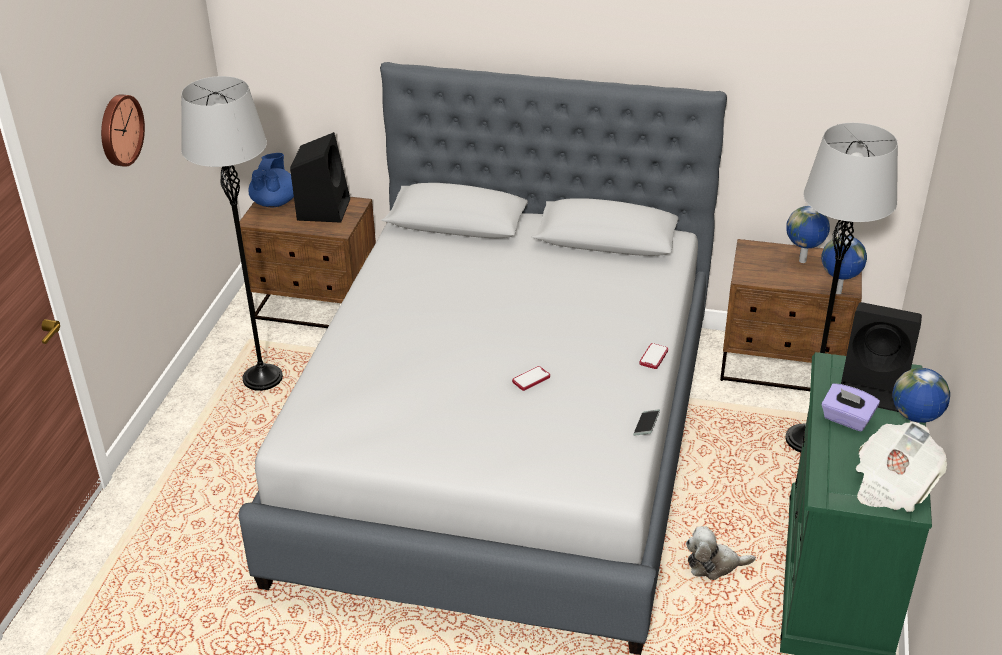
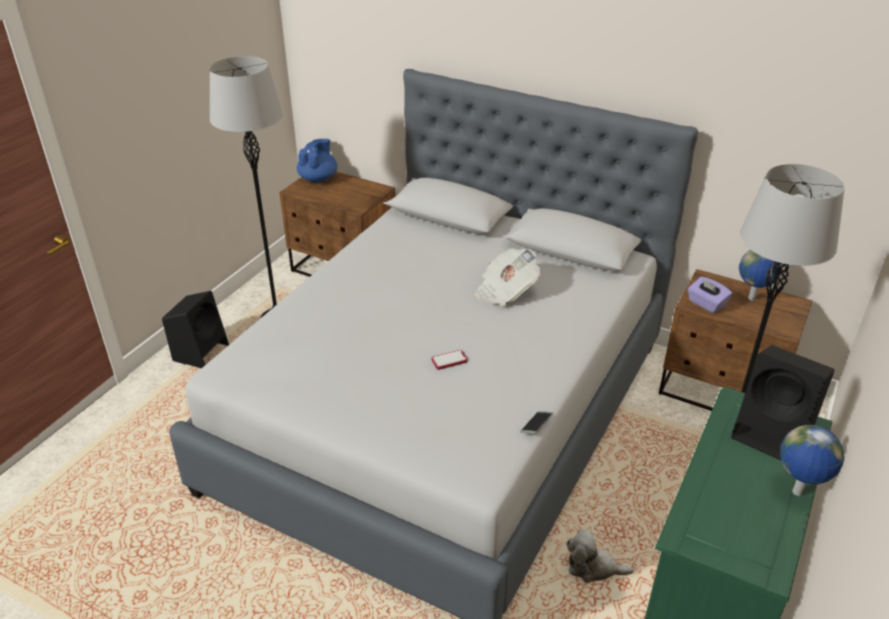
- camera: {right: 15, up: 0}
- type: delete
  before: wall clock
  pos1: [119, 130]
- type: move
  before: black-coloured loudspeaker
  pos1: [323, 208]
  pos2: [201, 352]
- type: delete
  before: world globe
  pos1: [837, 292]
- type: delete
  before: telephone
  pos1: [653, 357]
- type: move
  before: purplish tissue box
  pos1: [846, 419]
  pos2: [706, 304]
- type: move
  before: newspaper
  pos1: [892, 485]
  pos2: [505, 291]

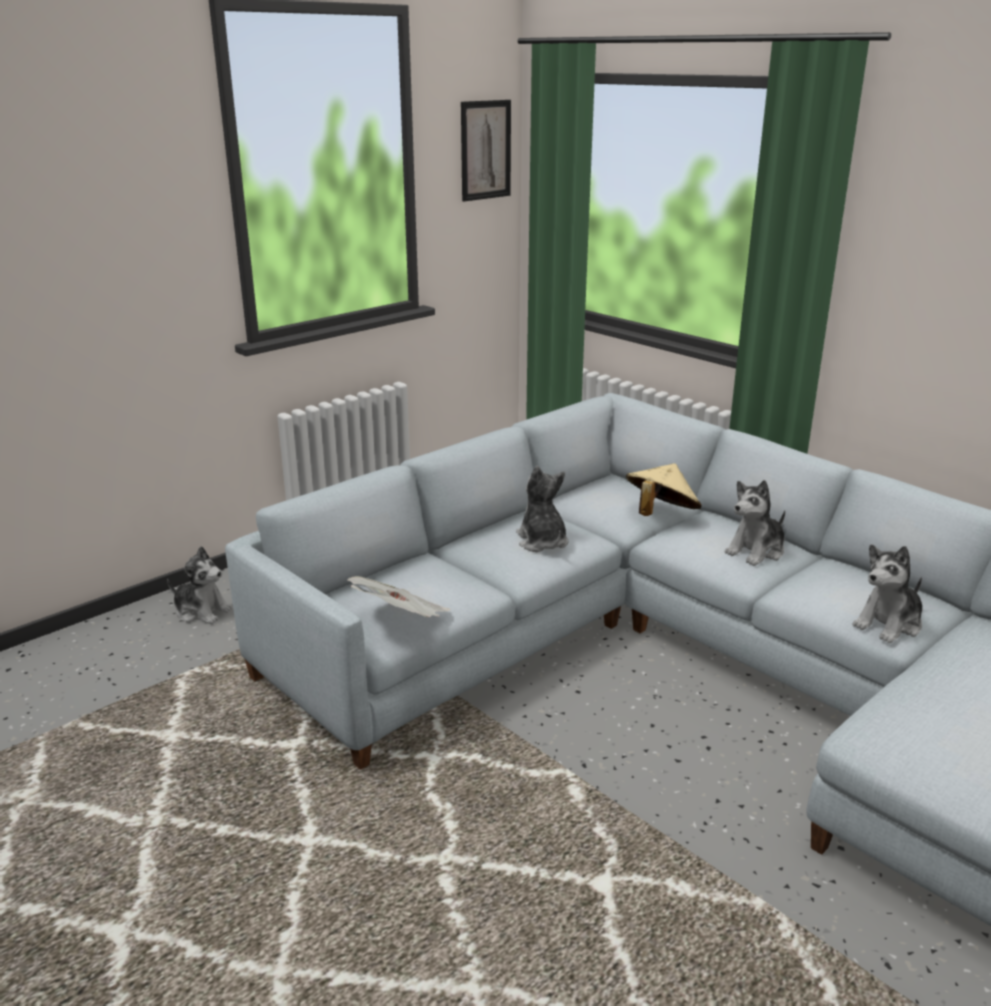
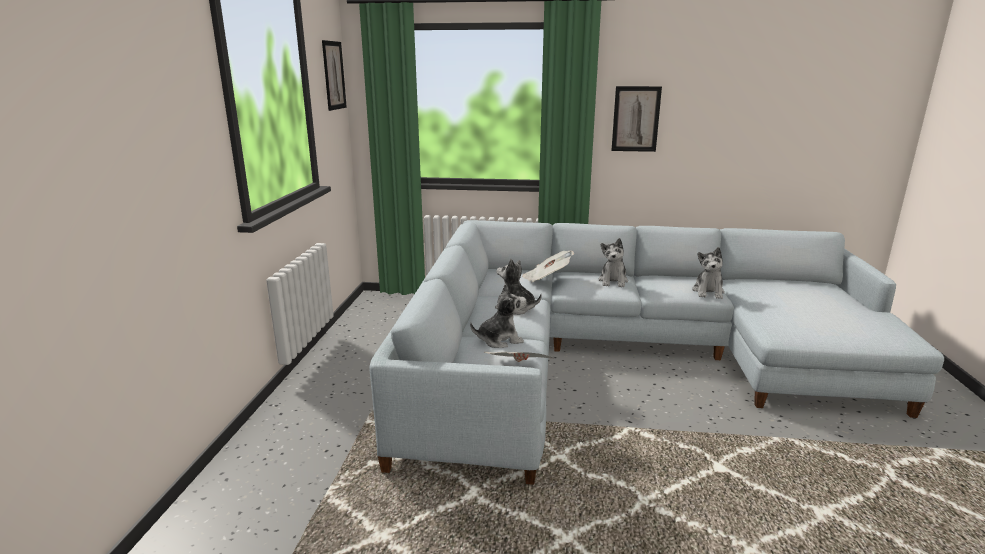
- camera: {right: -40, up: -5}
- type: replace
  before: beige wearable hat
  after: newspaper
  pos1: [660, 514]
  pos2: [546, 278]
- type: move
  before: plush toy
  pos1: [201, 611]
  pos2: [500, 340]
- type: insert
  after: wall art
  pos2: [635, 119]

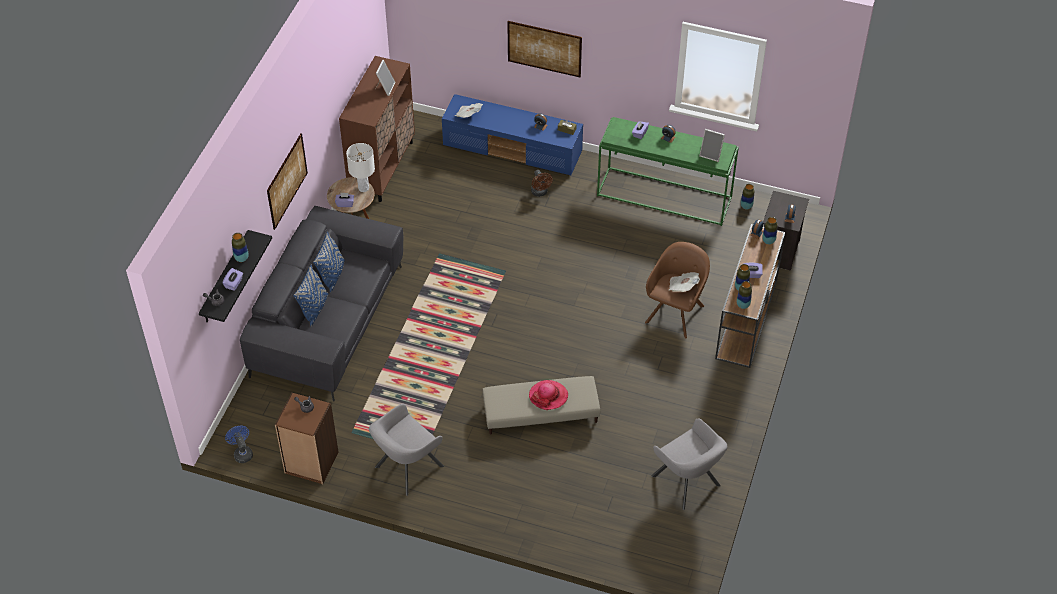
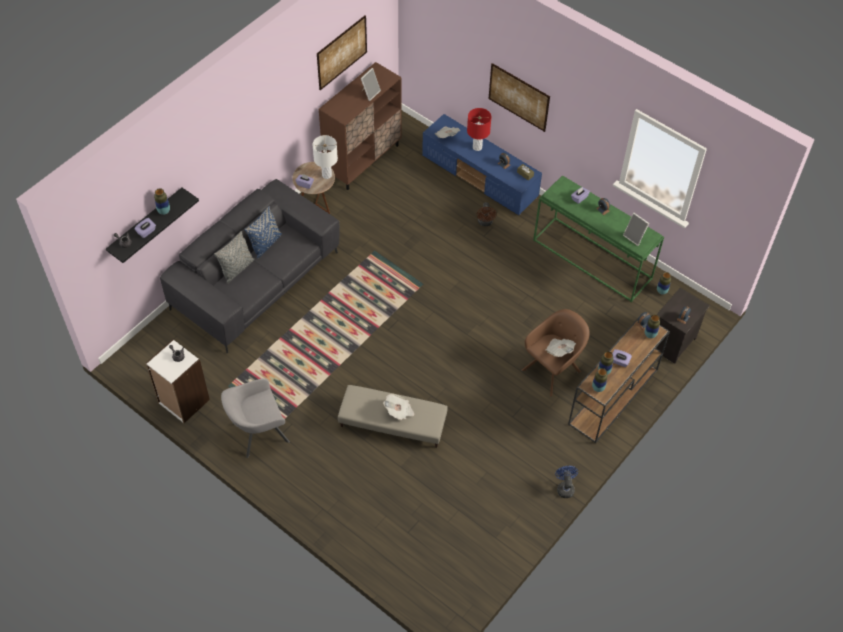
- camera: {right: 20, up: 5}
- type: move
  before: wall art
  pos1: [287, 181]
  pos2: [342, 52]
- type: recolor
  before: blue throw pillow
  after: grey throw pillow
  pos1: [314, 309]
  pos2: [237, 269]
- type: replace
  before: wearable hat
  after: newspaper
  pos1: [548, 396]
  pos2: [399, 411]
- type: recolor
  before: brownish bookshelf
  after: white bookshelf
  pos1: [311, 463]
  pos2: [183, 401]
- type: delete
  before: grey armchair
  pos1: [688, 483]
- type: move
  before: blue electric fan
  pos1: [242, 453]
  pos2: [565, 487]
- type: insert
  after: red lamp for a table
  pos2: [477, 147]

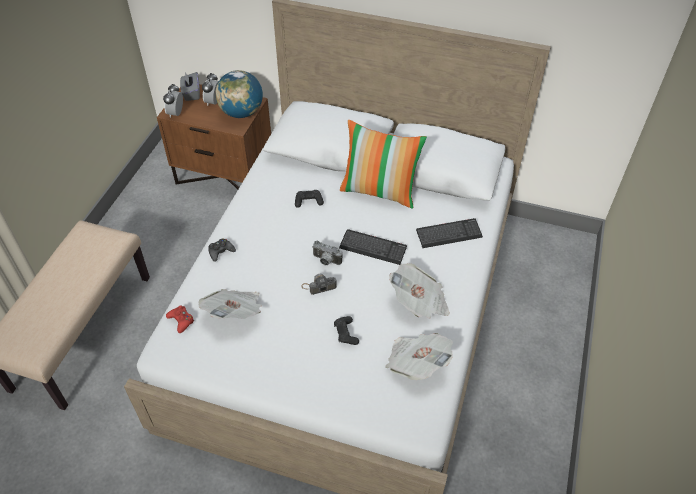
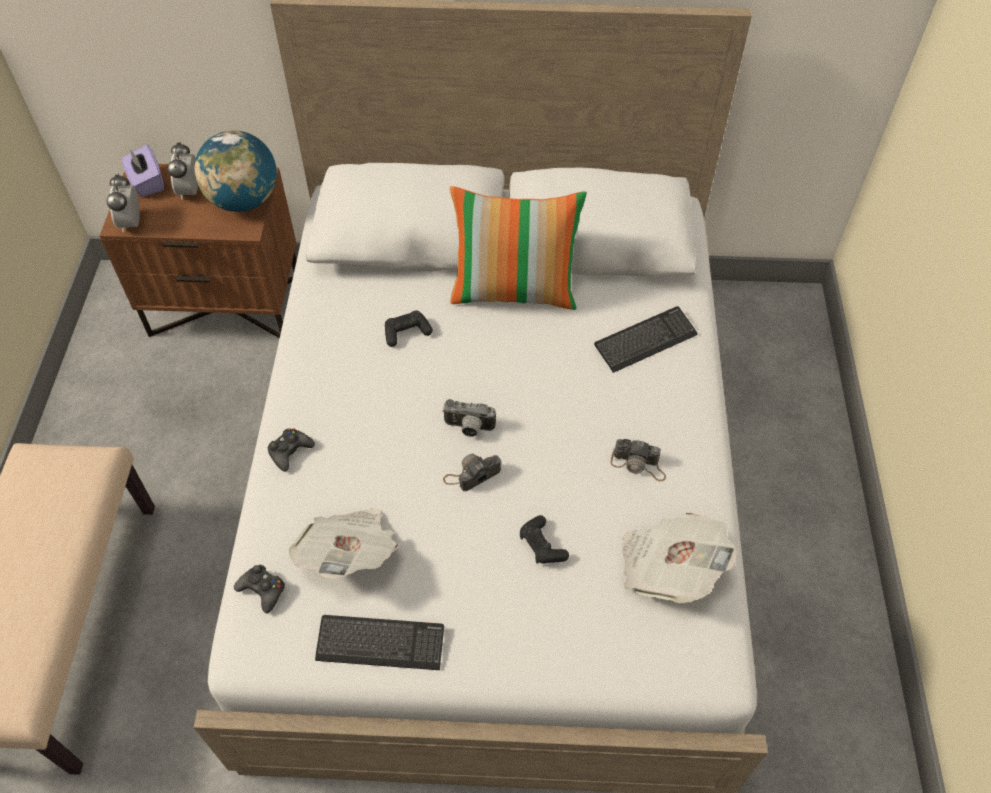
- camera: {right: -15, up: 5}
- type: recolor
  before: grey tissue box
  after: purplish tissue box
  pos1: [191, 93]
  pos2: [147, 183]
- type: move
  before: computer keyboard
  pos1: [373, 248]
  pos2: [380, 643]
- type: replace
  before: newspaper
  after: photo camera
  pos1: [419, 302]
  pos2: [638, 465]
- type: recolor
  before: red game controller
  after: black-coloured game controller
  pos1: [181, 321]
  pos2: [263, 590]

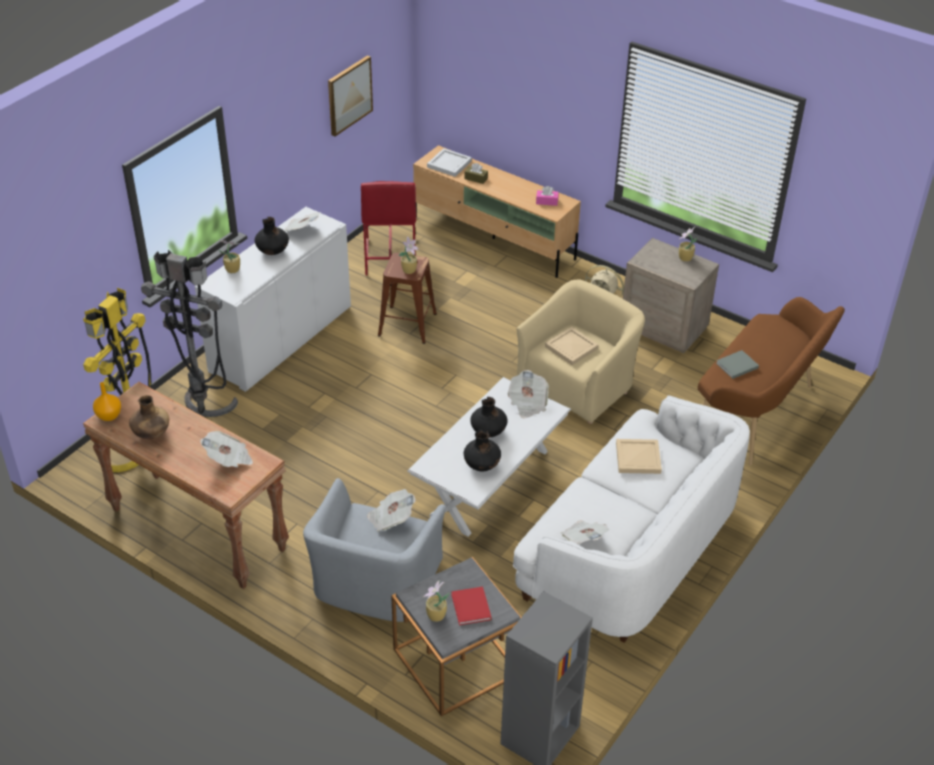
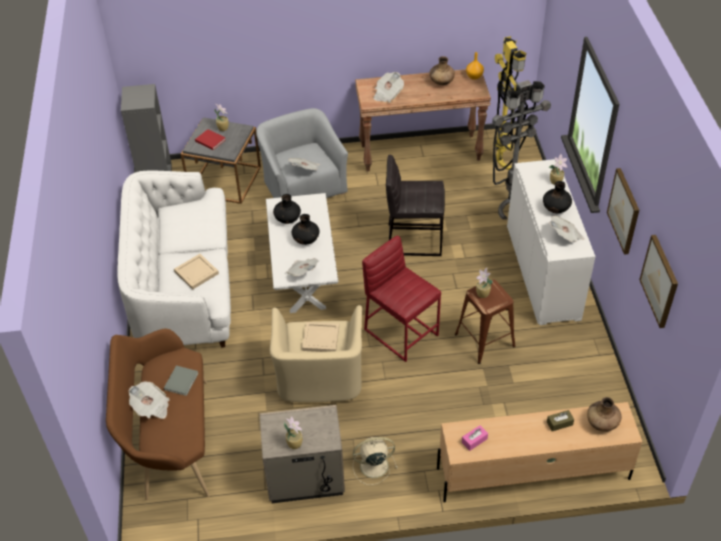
- camera: {right: 140, up: 5}
- type: replace
  before: white serving tray
  after: brownish flower vase
  pos1: [448, 164]
  pos2: [602, 423]
- type: move
  before: red stool seat
  pos1: [389, 257]
  pos2: [401, 331]
- type: move
  before: newspaper
  pos1: [583, 539]
  pos2: [151, 407]
- type: insert
  after: grey stool seat
  pos2: [414, 239]
- type: insert
  after: wall art
  pos2: [624, 211]

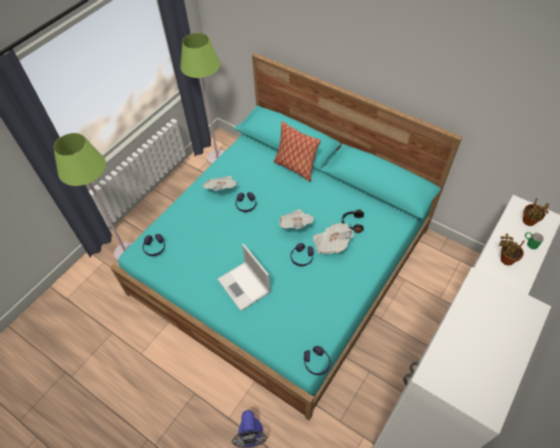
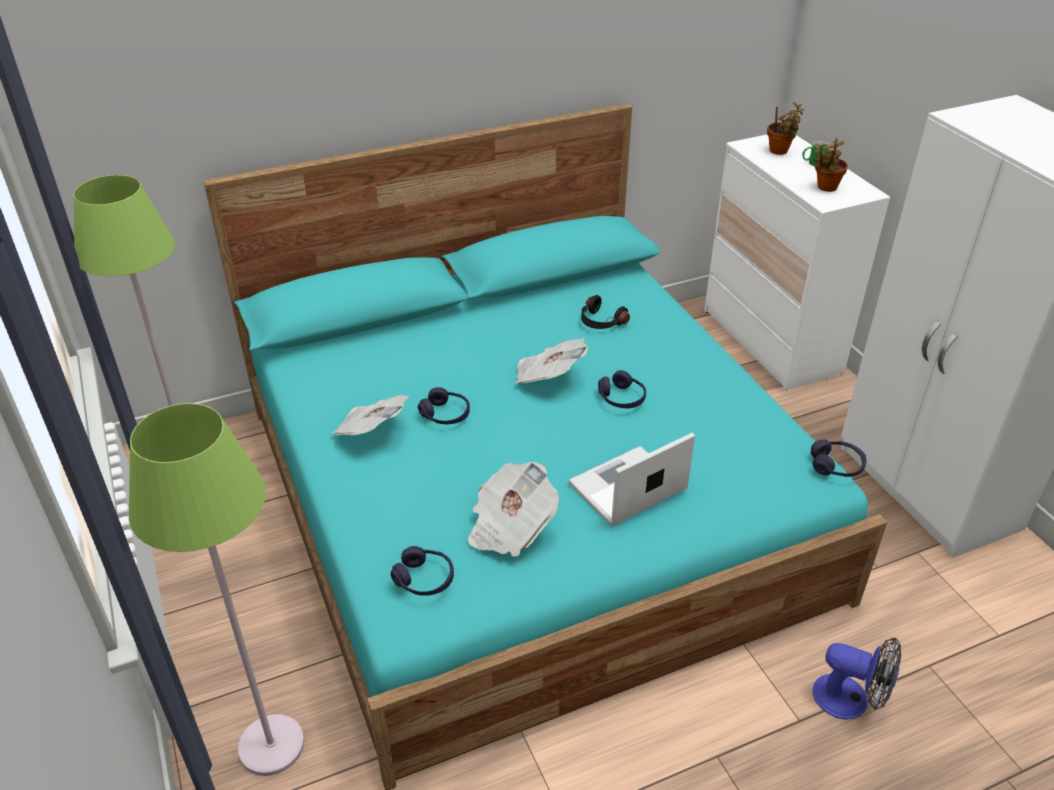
- camera: {right: -60, up: -15}
- type: delete
  before: throw pillow
  pos1: [295, 167]
- type: move
  before: newspaper
  pos1: [331, 244]
  pos2: [510, 526]
- type: rotate
  before: notebook computer
  pos1: [244, 286]
  pos2: [626, 488]
  turn: 150

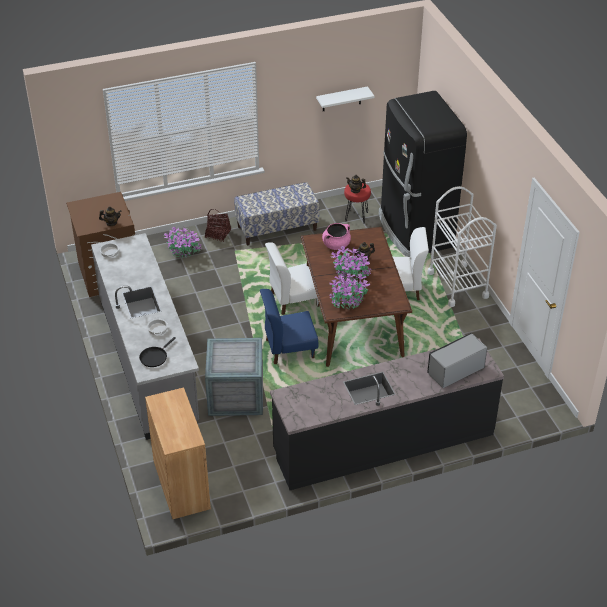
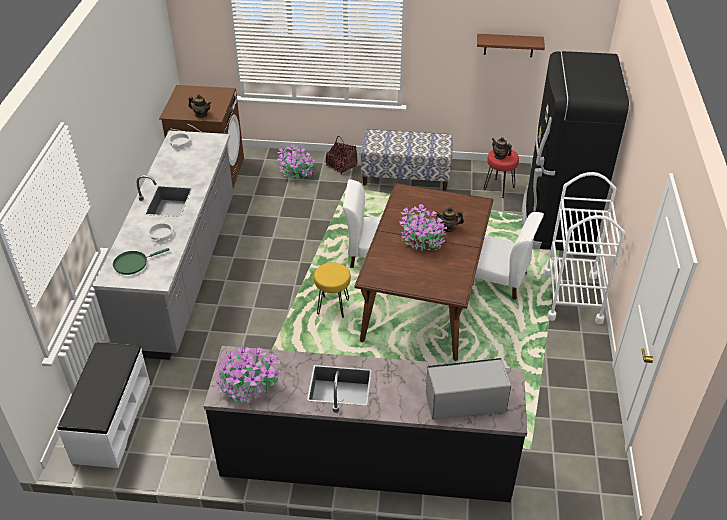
- camera: {right: 25, up: 0}
- type: recolor
  before: white wall shelf
  after: brownish wall shelf
  pos1: [341, 99]
  pos2: [509, 45]
- type: delete
  before: pinkish stockpot
  pos1: [336, 245]
- type: move
  before: plant in a pot
  pos1: [348, 300]
  pos2: [249, 387]
- type: replace
  before: blue upright chair
  after: yellow-coloured stool seat
  pos1: [289, 348]
  pos2: [333, 307]
- type: recolor
  before: black-coloured frying pan
  after: green-coloured frying pan
  pos1: [154, 357]
  pos2: [133, 263]
- type: delete
  before: packing crate
  pos1: [235, 395]
- type: replace
  before: brownish cupboard
  after: white long seat
  pos1: [181, 485]
  pos2: [111, 421]

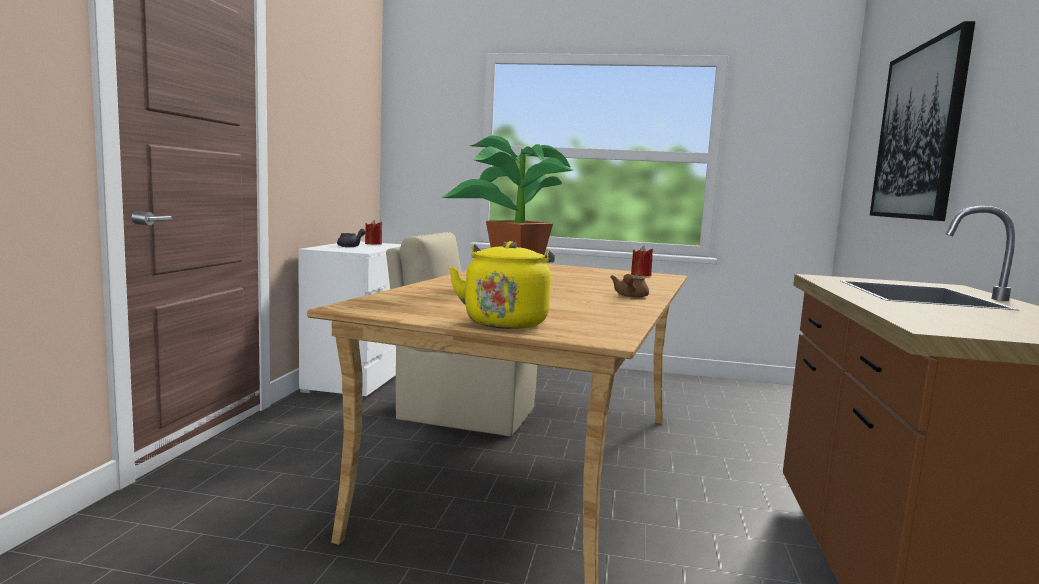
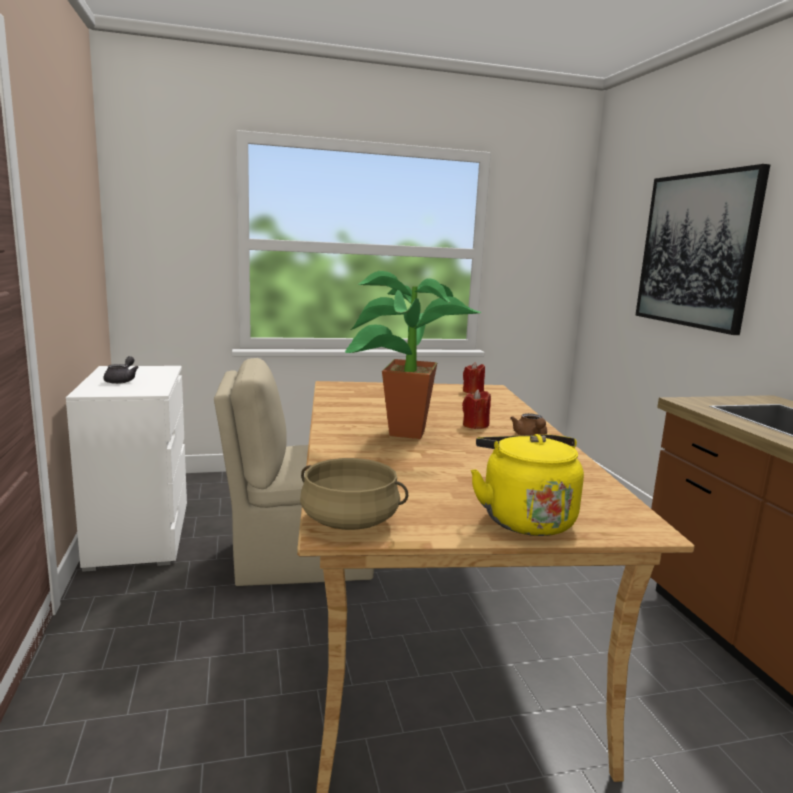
- camera: {right: -25, up: 5}
- type: move
  before: red wax candle
  pos1: [373, 244]
  pos2: [475, 425]
- type: insert
  after: beige stockpot
  pos2: [350, 521]

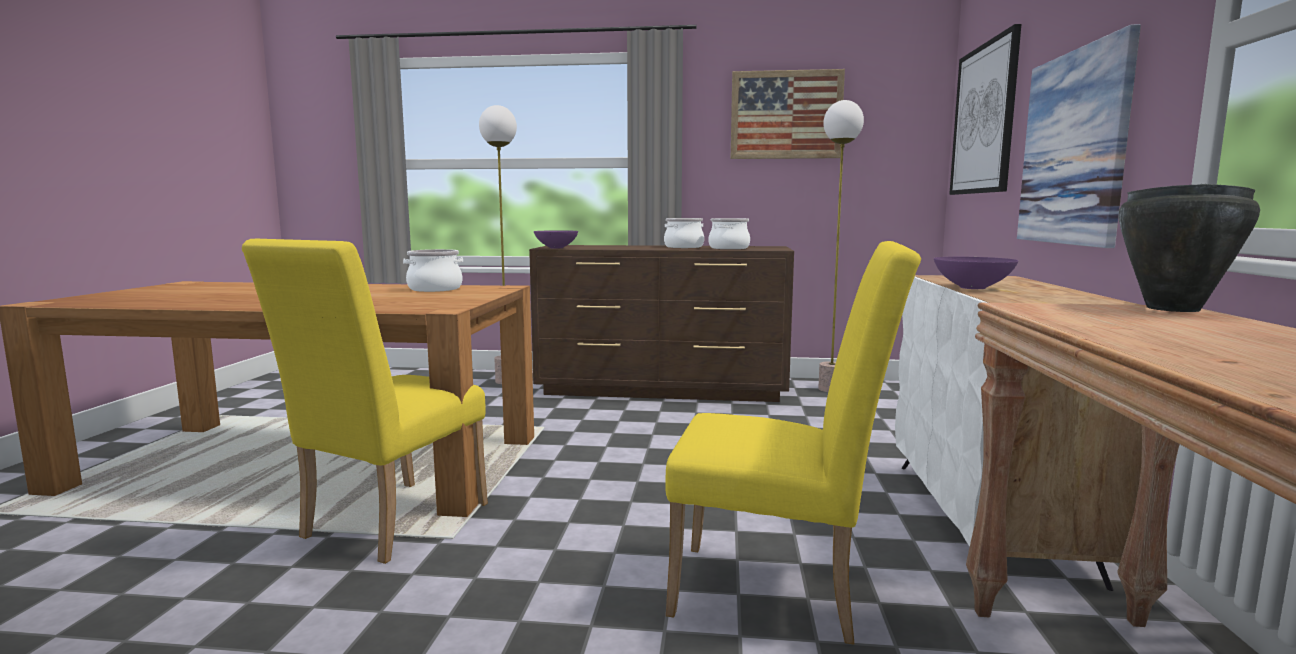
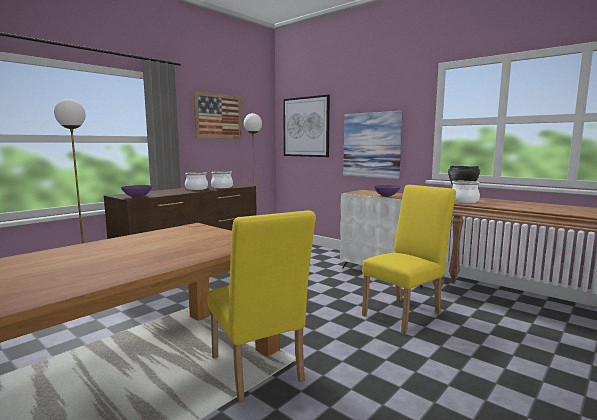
- camera: {right: -55, up: 0}
- type: move
  before: stockpot
  pos1: [435, 289]
  pos2: [463, 201]

